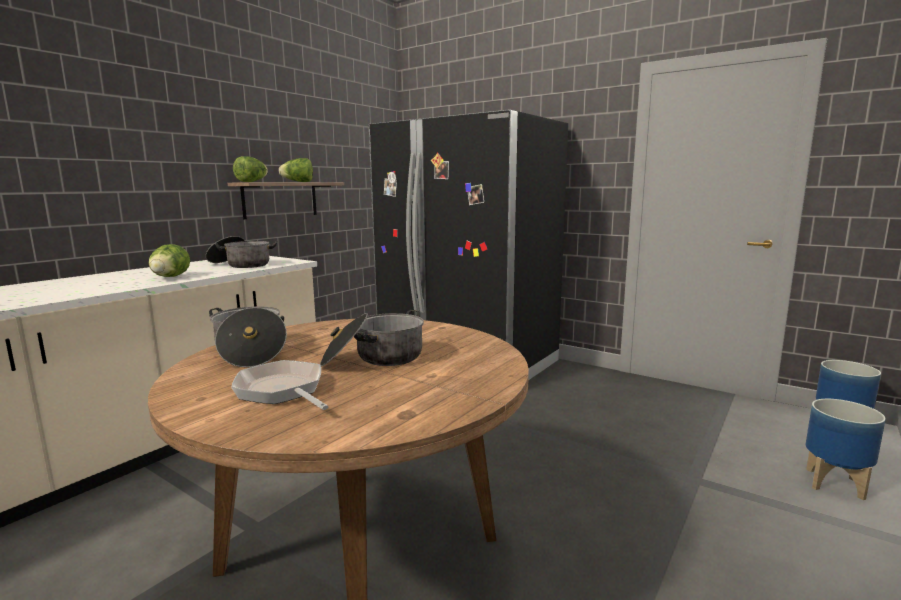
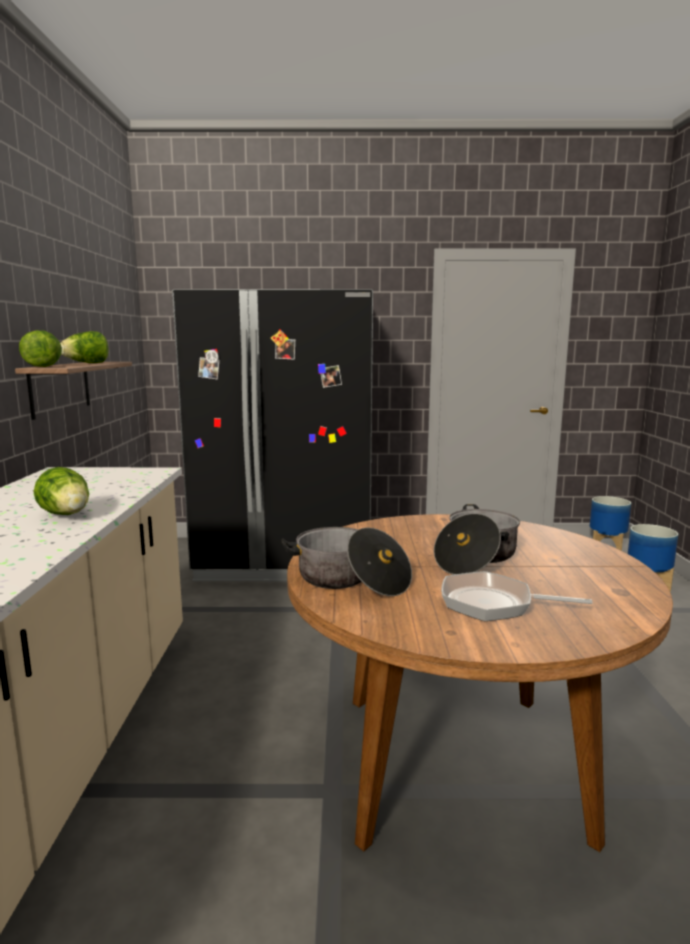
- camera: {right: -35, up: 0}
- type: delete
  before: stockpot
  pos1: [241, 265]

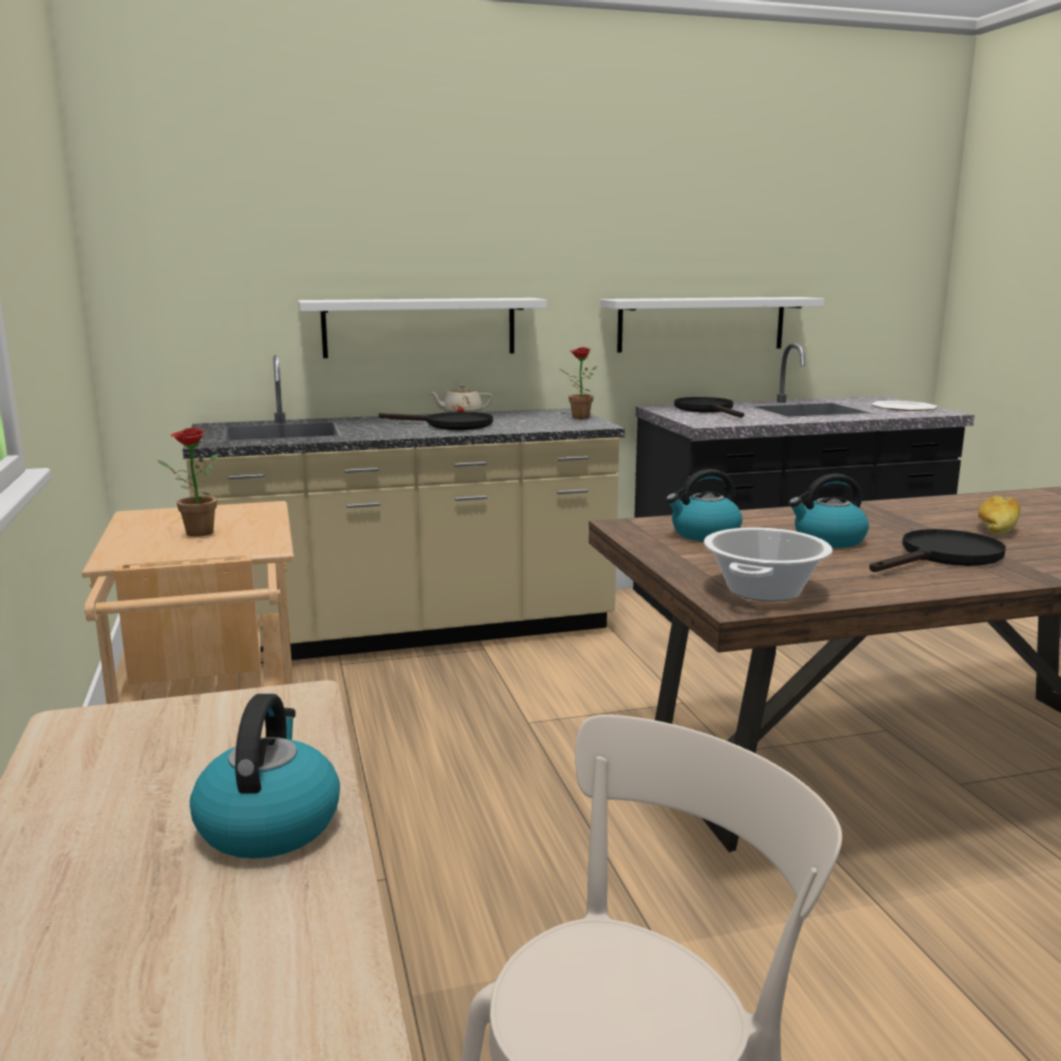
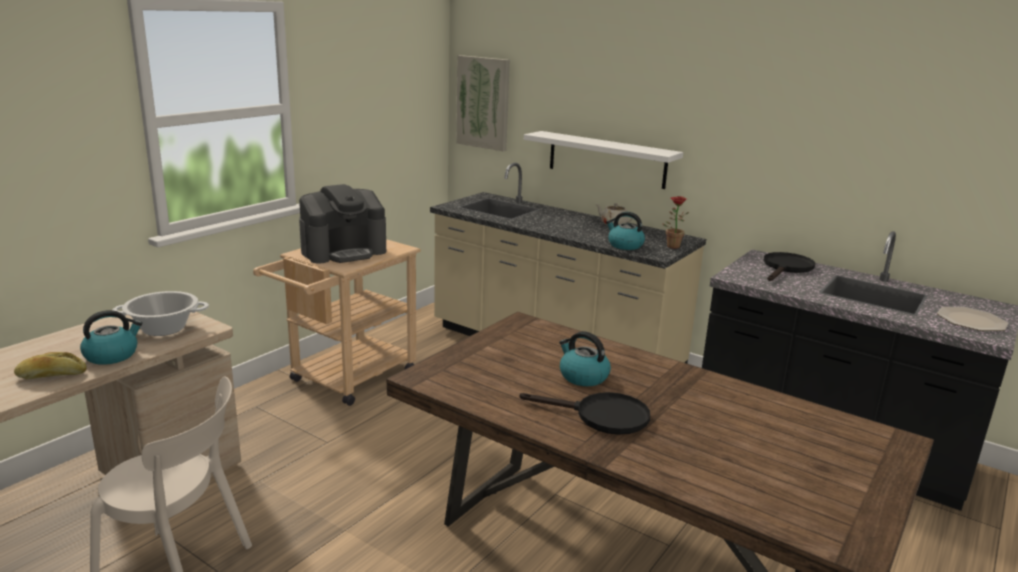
- camera: {right: 50, up: 5}
- type: delete
  before: white wall shelf
  pos1: [701, 324]
- type: delete
  before: black-coloured frying pan
  pos1: [450, 425]
- type: replace
  before: plant in a pot
  after: coffee machine
  pos1: [193, 533]
  pos2: [344, 251]
- type: move
  before: kettle
  pos1: [704, 534]
  pos2: [624, 245]
- type: move
  before: baked bread
  pos1: [996, 528]
  pos2: [51, 376]
- type: move
  before: stockpot
  pos1: [763, 591]
  pos2: [164, 328]
- type: insert
  after: wall art
  pos2: [483, 102]

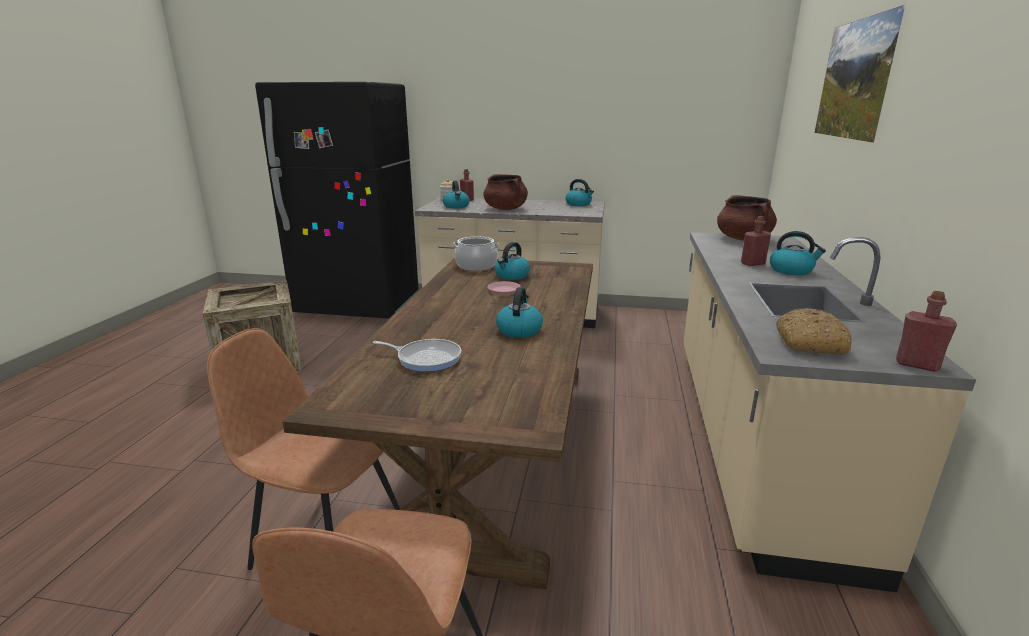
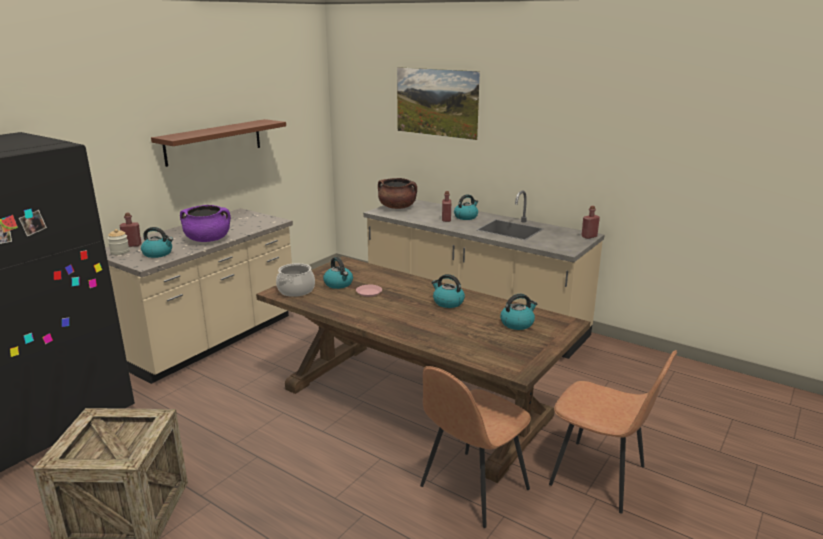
- camera: {right: -65, up: 0}
- type: recolor
  before: brownish stockpot
  after: purplish stockpot
  pos1: [505, 209]
  pos2: [208, 240]
- type: move
  before: kettle
  pos1: [579, 204]
  pos2: [517, 323]
- type: delete
  before: baked bread
  pos1: [808, 342]
- type: delete
  before: frying pan
  pos1: [426, 358]
- type: insert
  after: brownish wall shelf
  pos2: [214, 142]

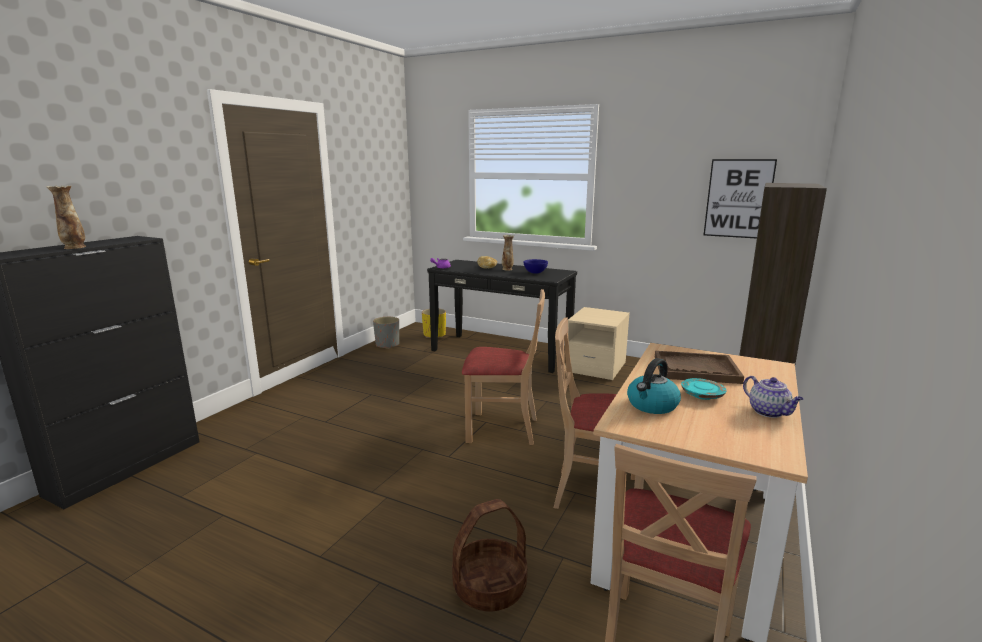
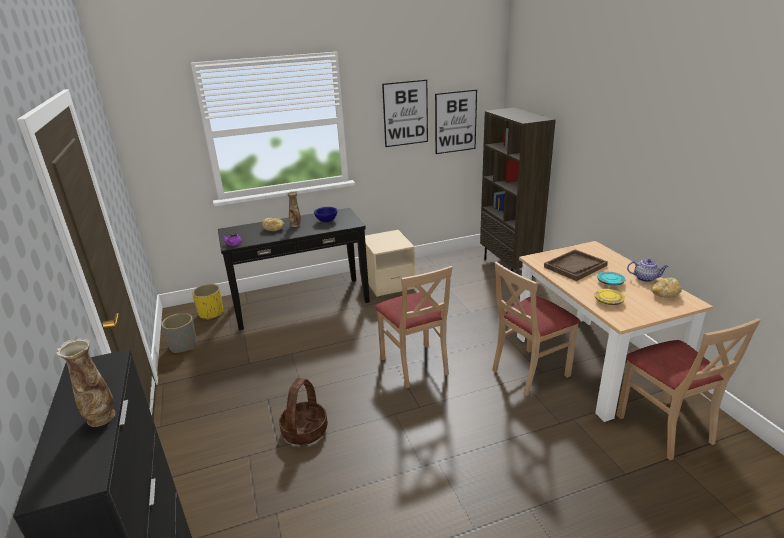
- camera: {right: -45, up: 10}
- type: rotate
  before: beige upright chair
  pos1: [502, 429]
  pos2: [415, 365]
  turn: 105
- type: replace
  before: kettle
  after: yellow-coloured plate
  pos1: [652, 405]
  pos2: [608, 301]
- type: move
  before: storage basket
  pos1: [489, 587]
  pos2: [304, 430]
- type: insert
  after: wall art
  pos2: [405, 113]
- type: insert
  after: baked bread
  pos2: [665, 294]

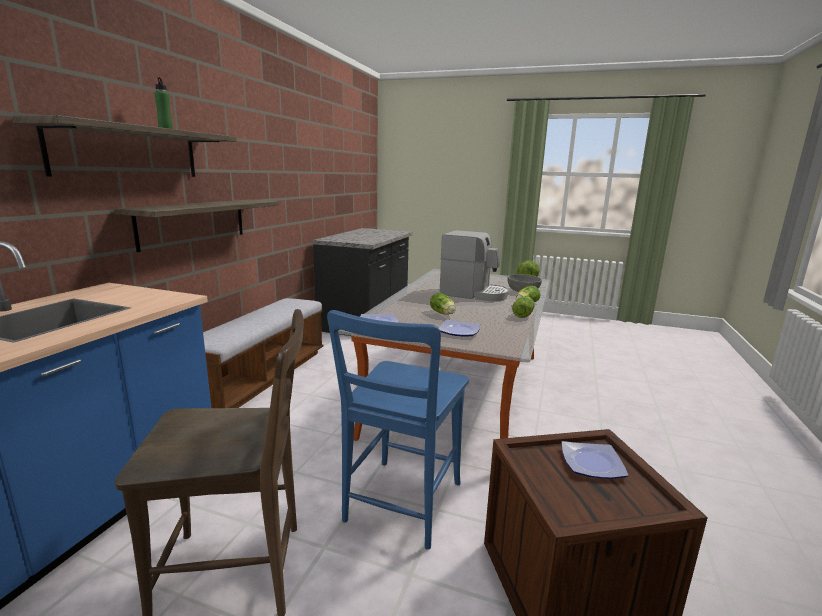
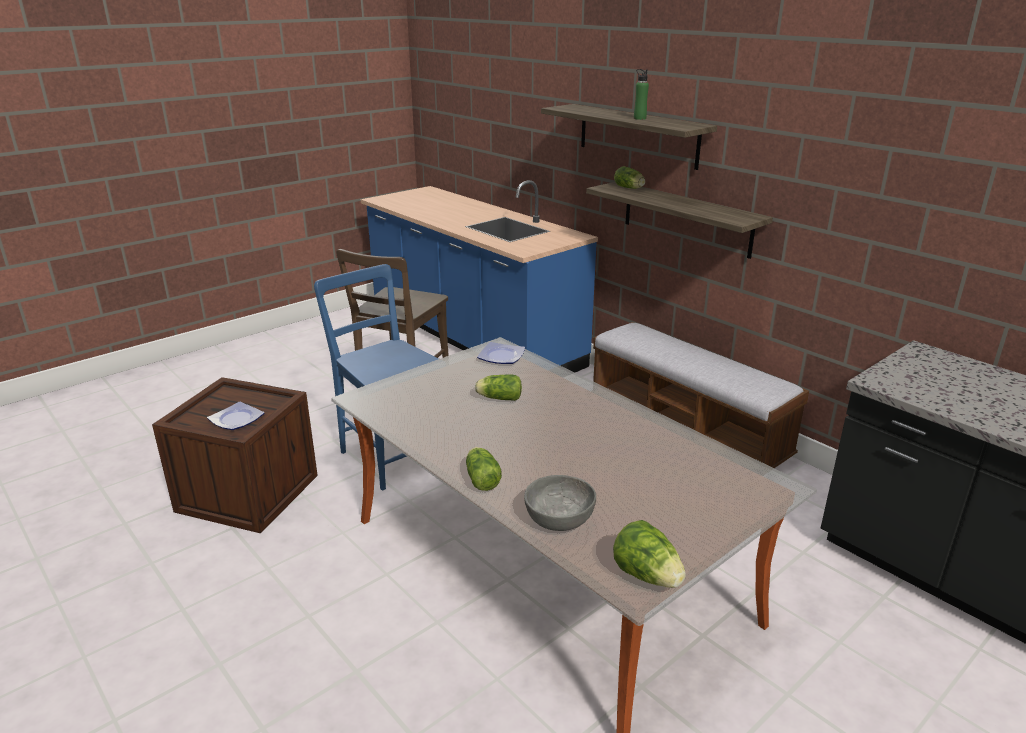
- camera: {right: 120, up: 10}
- type: delete
  before: coffee machine
  pos1: [474, 294]
- type: move
  before: head of lettuce
  pos1: [523, 314]
  pos2: [630, 188]
- type: delete
  before: plate
  pos1: [458, 331]

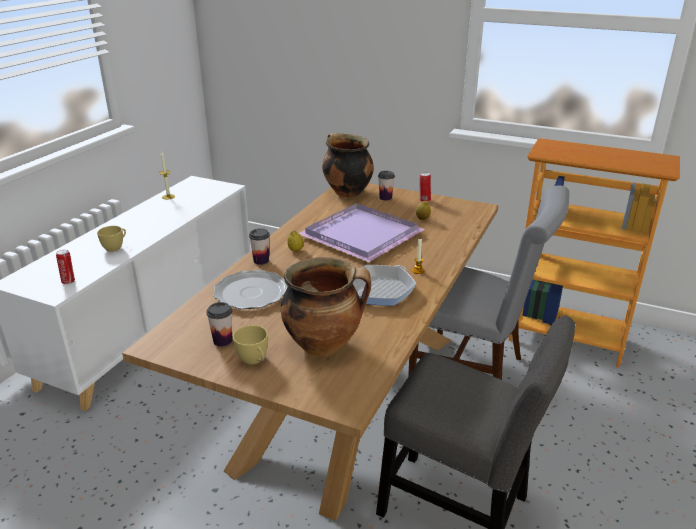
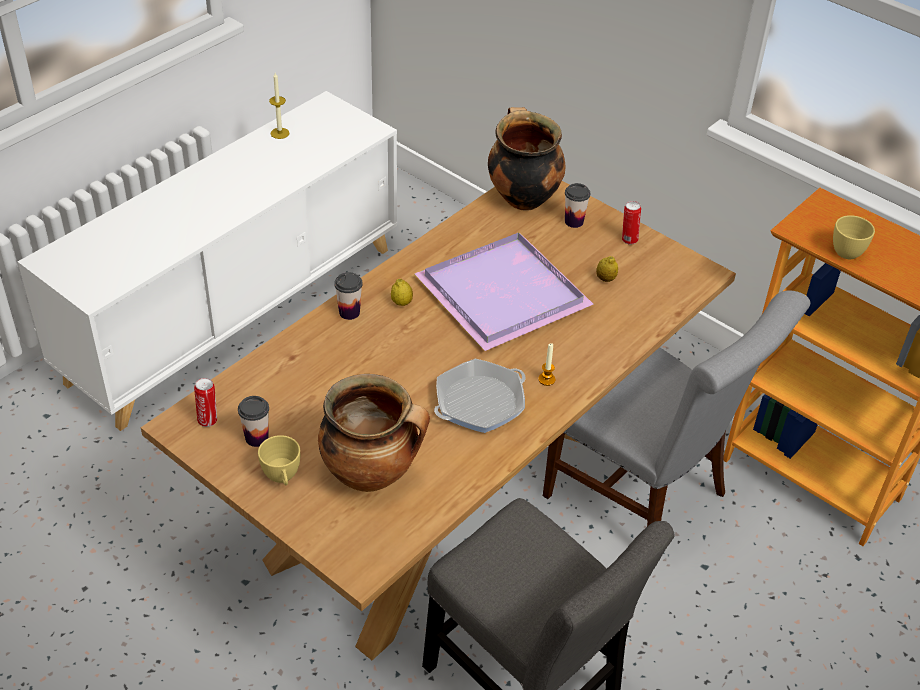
- camera: {right: 15, up: 15}
- type: move
  before: yellow-coloured cup
  pos1: [115, 247]
  pos2: [850, 250]
- type: move
  before: sealed can
  pos1: [69, 281]
  pos2: [208, 420]
- type: delete
  before: plate
  pos1: [251, 293]

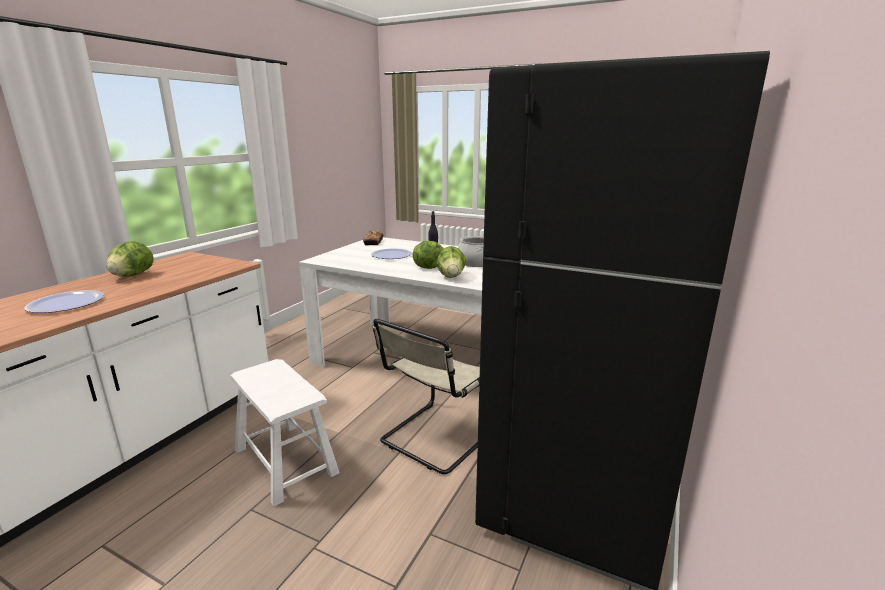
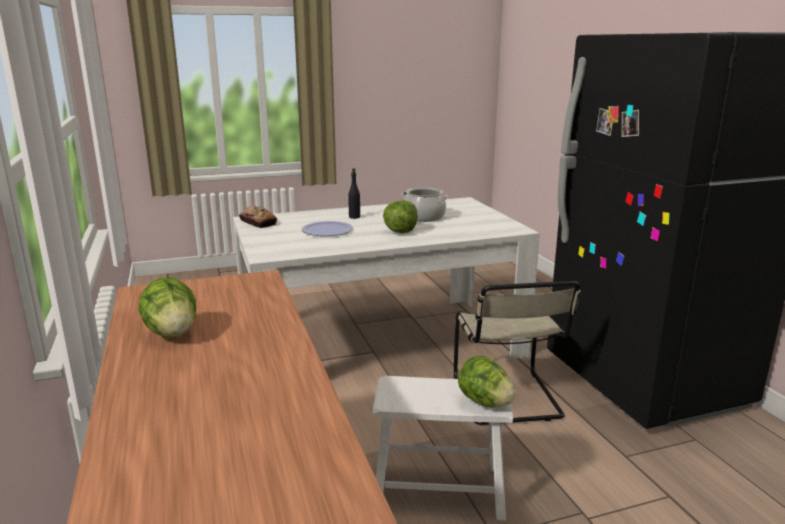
- camera: {right: -45, up: 0}
- type: move
  before: head of lettuce
  pos1: [451, 276]
  pos2: [485, 402]
- type: delete
  before: plate
  pos1: [66, 303]

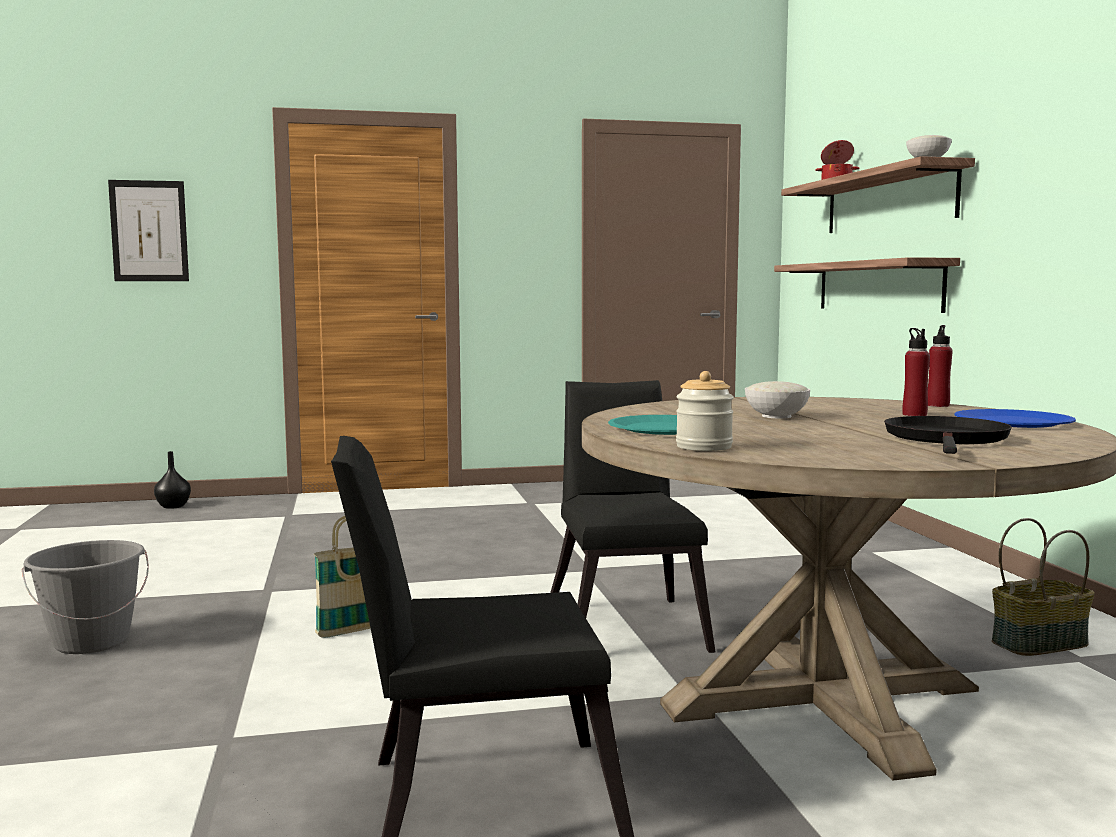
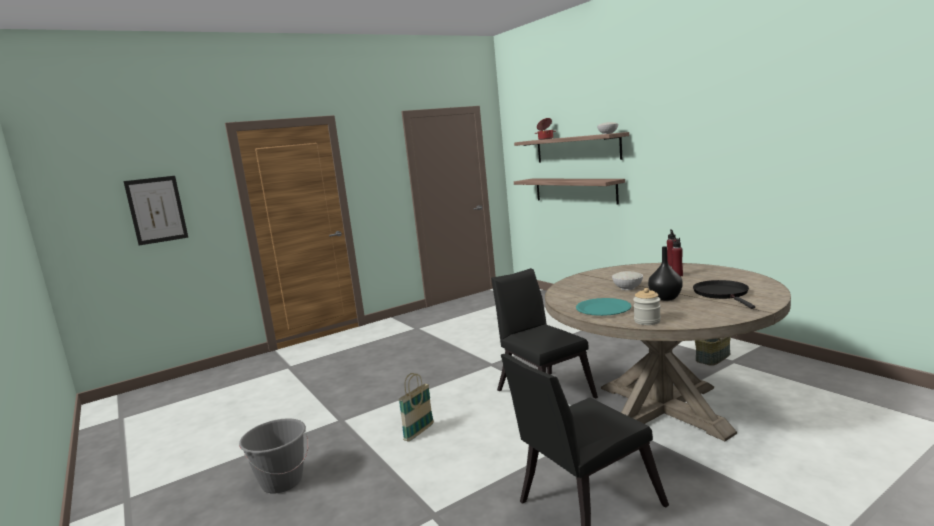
- camera: {right: -20, up: 5}
- type: delete
  before: blue plate
  pos1: [1013, 422]
- type: move
  before: black-coloured flower vase
  pos1: [172, 506]
  pos2: [664, 298]

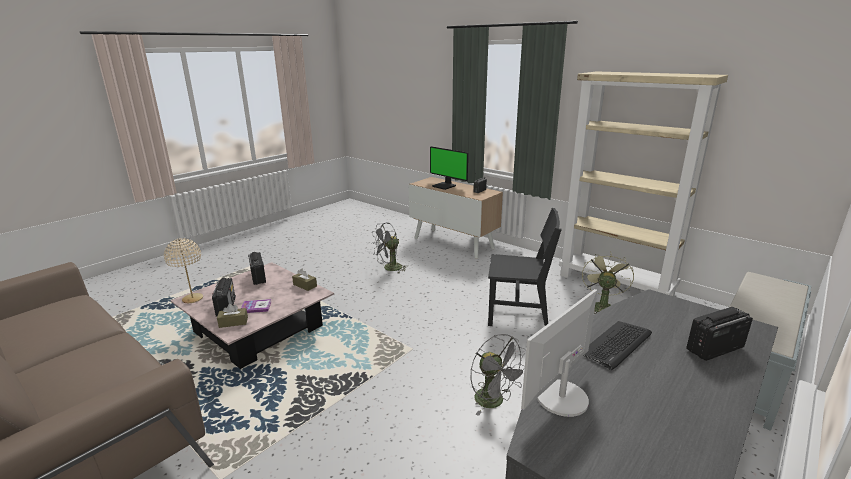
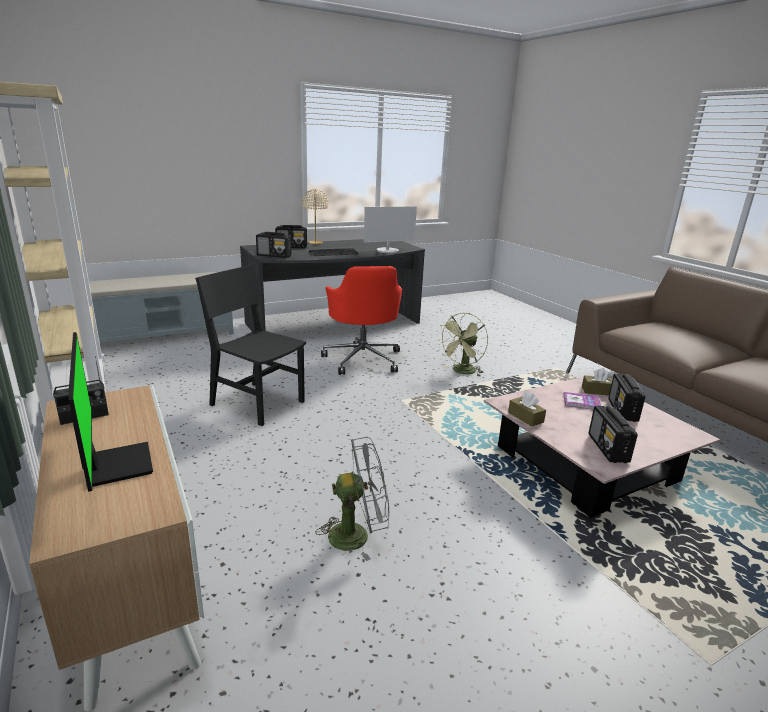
- camera: {right: -160, up: 0}
- type: move
  before: beige lamp for a table
  pos1: [193, 299]
  pos2: [315, 243]
- type: move
  before: green-coloured electric fan
  pos1: [601, 306]
  pos2: [462, 372]
- type: replace
  before: grey electric fan
  after: red desk chair
  pos1: [494, 402]
  pos2: [363, 359]
- type: insert
  after: radio set
  pos2: [274, 256]

